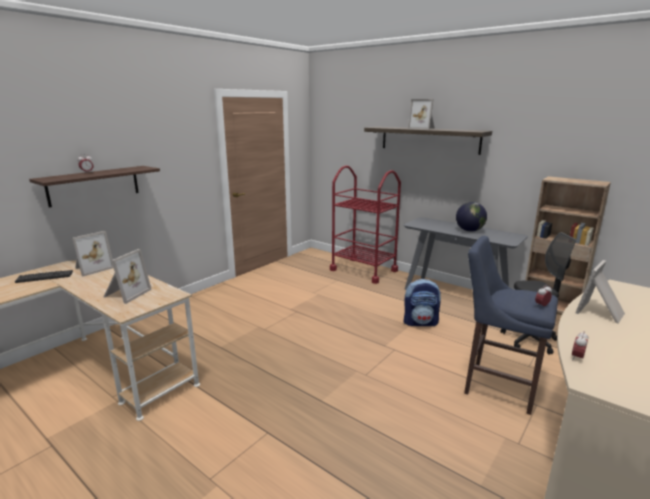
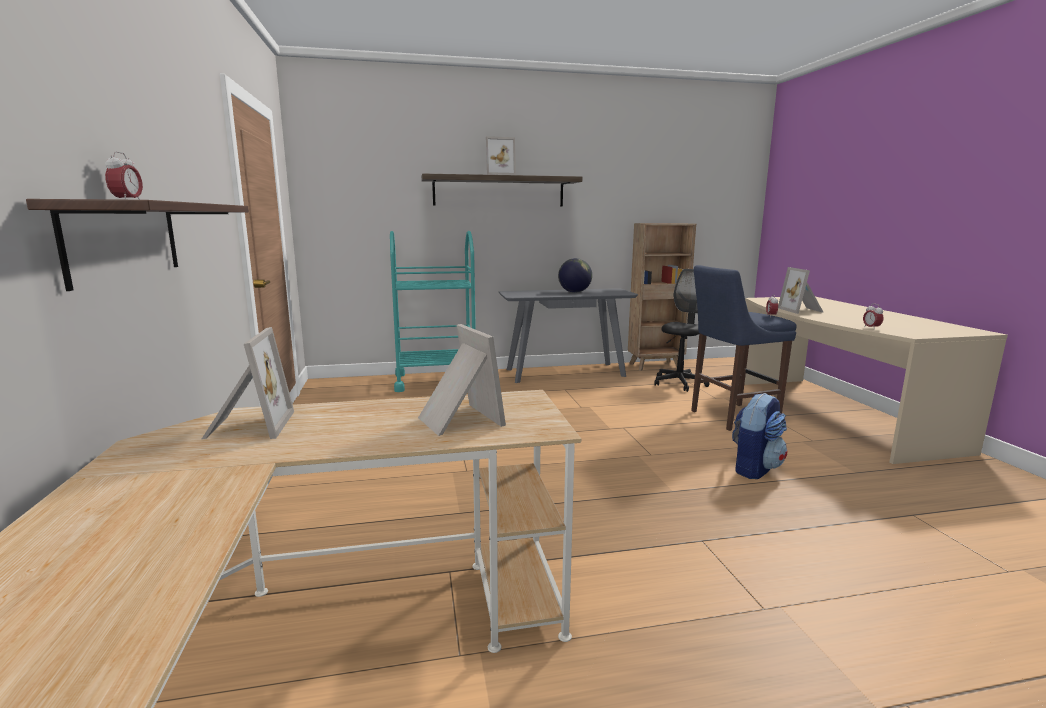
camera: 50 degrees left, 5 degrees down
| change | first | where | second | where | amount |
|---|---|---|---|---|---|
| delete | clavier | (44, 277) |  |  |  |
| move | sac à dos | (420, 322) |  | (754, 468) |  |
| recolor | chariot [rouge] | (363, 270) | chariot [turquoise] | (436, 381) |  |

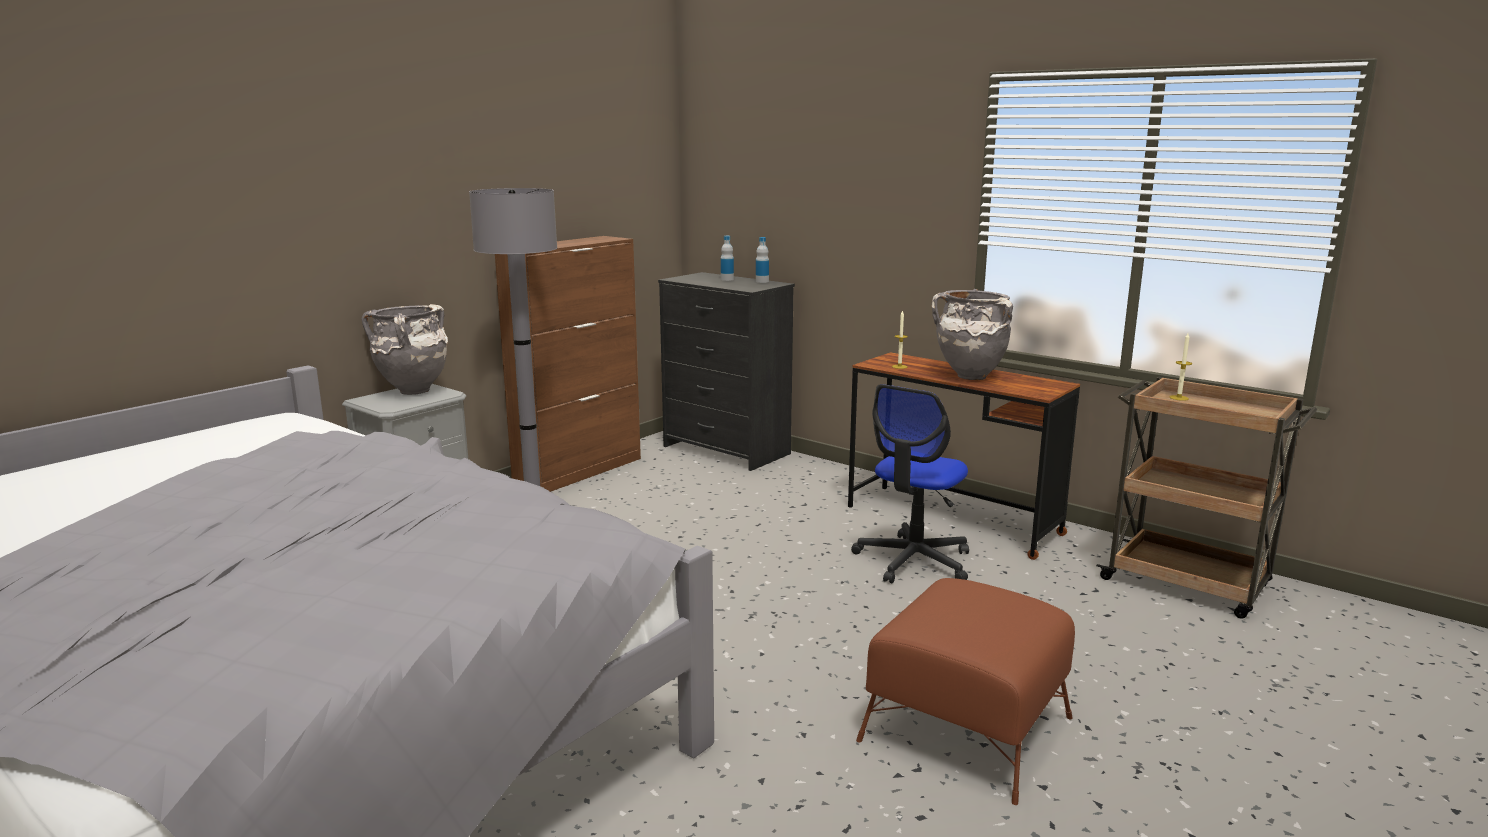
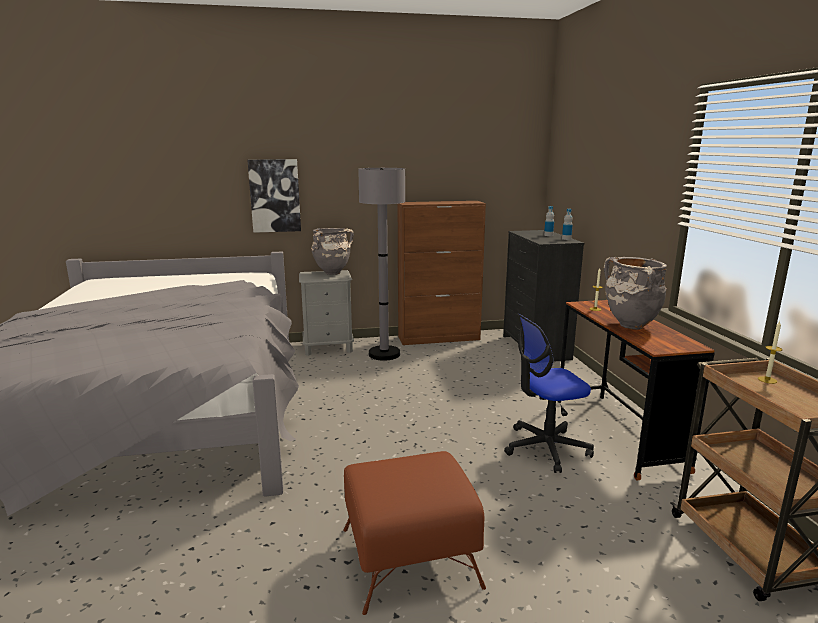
camera: 40 degrees right, 0 degrees up
| change | first | where | second | where | amount |
|---|---|---|---|---|---|
| insert |  |  | tableau | (275, 195) |  |

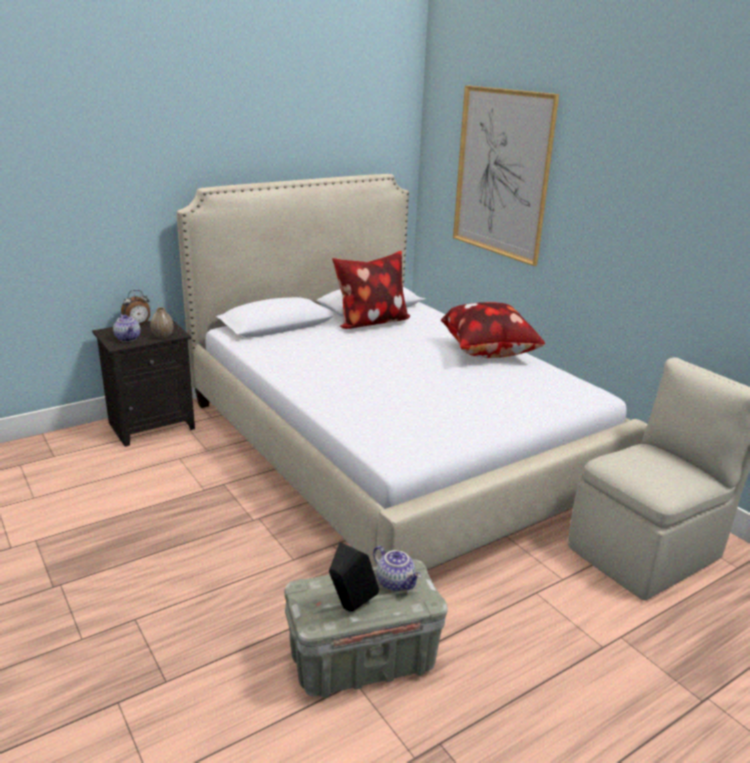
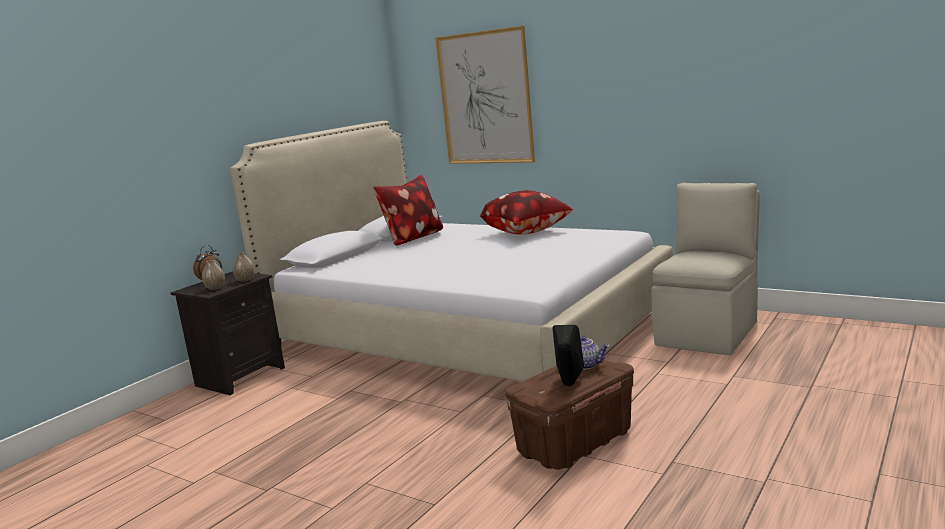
camera: 20 degrees left, 10 degrees down
| change | first | where | second | where | amount |
|---|---|---|---|---|---|
| replace | théière | (128, 338) | vase | (215, 288) |  |
| recolor | boîte de rangement [gris] | (363, 660) | boîte de rangement [marron] | (575, 442) |  |

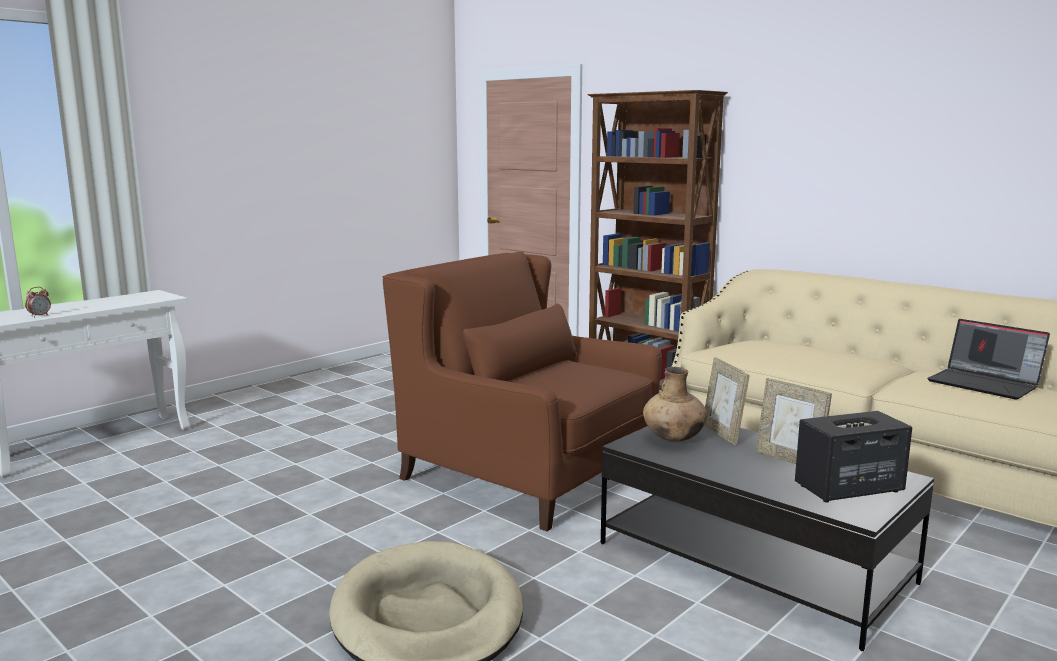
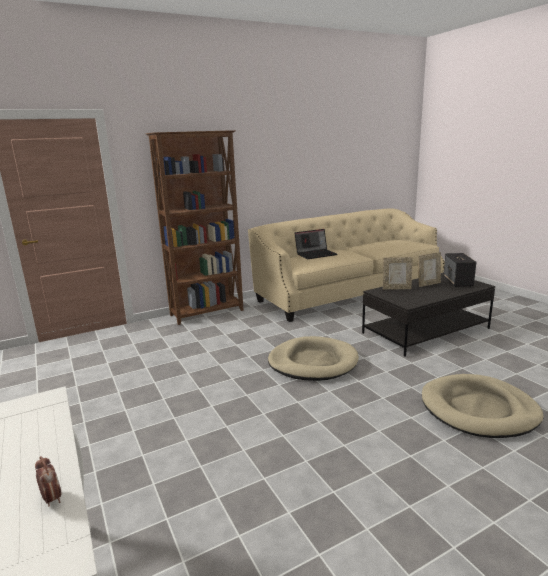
camera: 70 degrees left, 5 degrees up
| change | first | where | second | where | amount |
|---|---|---|---|---|---|
| delete | vase [marron] | (673, 438) |  |  |  |
| move | ordinateur portable | (985, 384) |  | (316, 254) |  |
| replace | fauteuil [marron] | (526, 473) | panier pour chien [beige] | (312, 362) |  |

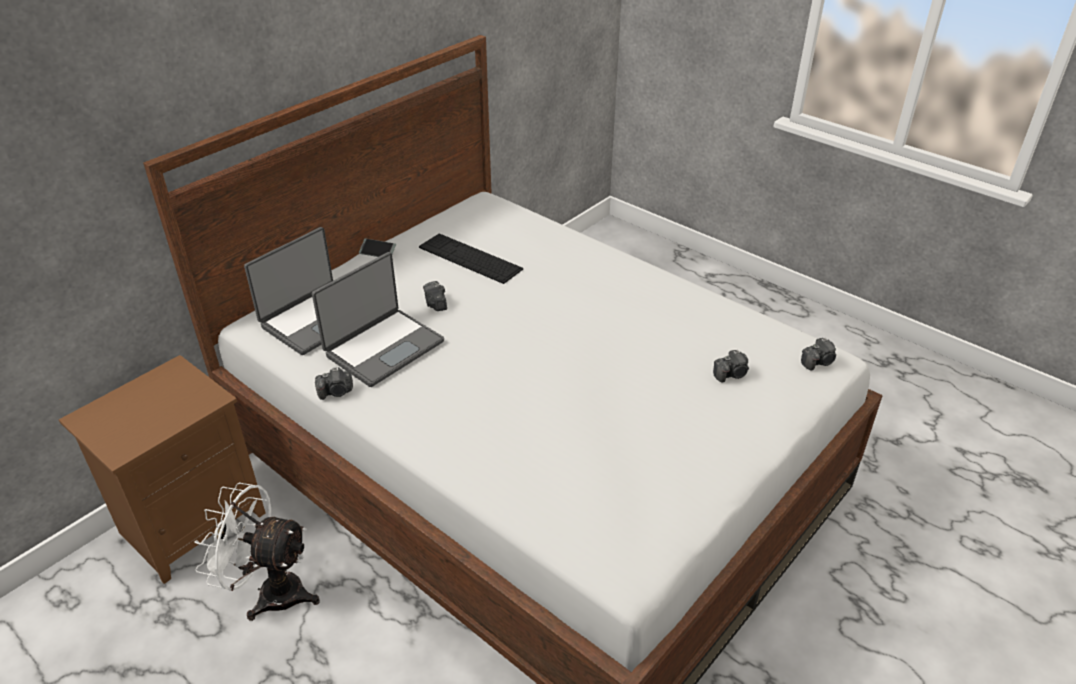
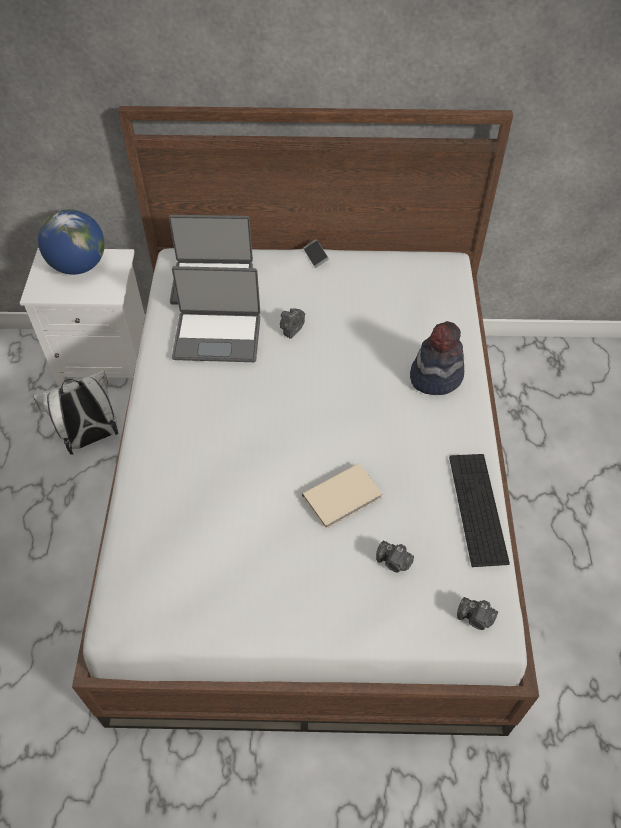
camera: 50 degrees right, 15 degrees up
| change | first | where | second | where | amount |
|---|---|---|---|---|---|
| delete | appareil photo | (336, 392) |  |  |  |
| insert |  |  | globe | (79, 266) |  |
| insert |  |  | livre [beige] | (343, 498) |  |
| insert |  |  | chapeau | (435, 376) |  |
| move | clavier | (470, 258) |  | (477, 508) |  |
| replace | ventilateur [blanc] | (270, 592) | sac à dos [blanc] | (91, 438) |  |
| recolor | table de chevet [marron] | (192, 521) | table de chevet [blanc] | (107, 359) |  |

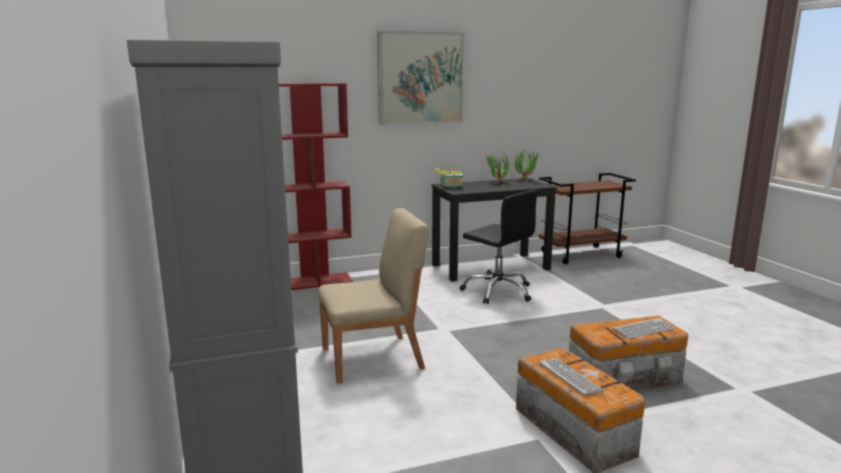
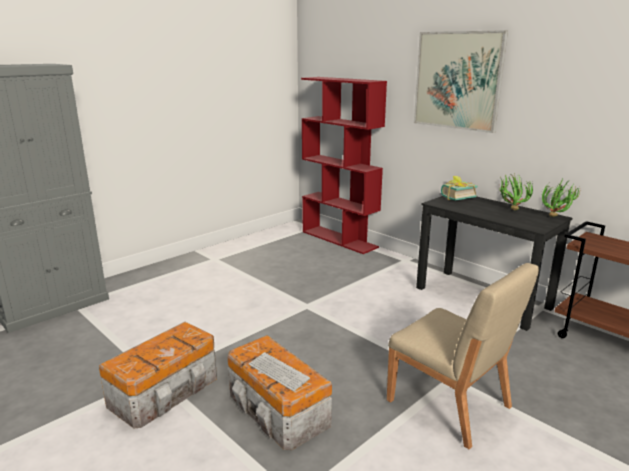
camera: 65 degrees right, 5 degrees up
| change | first | where | second | where | amount |
|---|---|---|---|---|---|
| delete | chaise de bureau [noir] | (498, 291) |  |  |  |
| delete | clavier | (570, 377) |  |  |  |
| move | chaise [beige] | (374, 358) |  | (449, 404) |  |

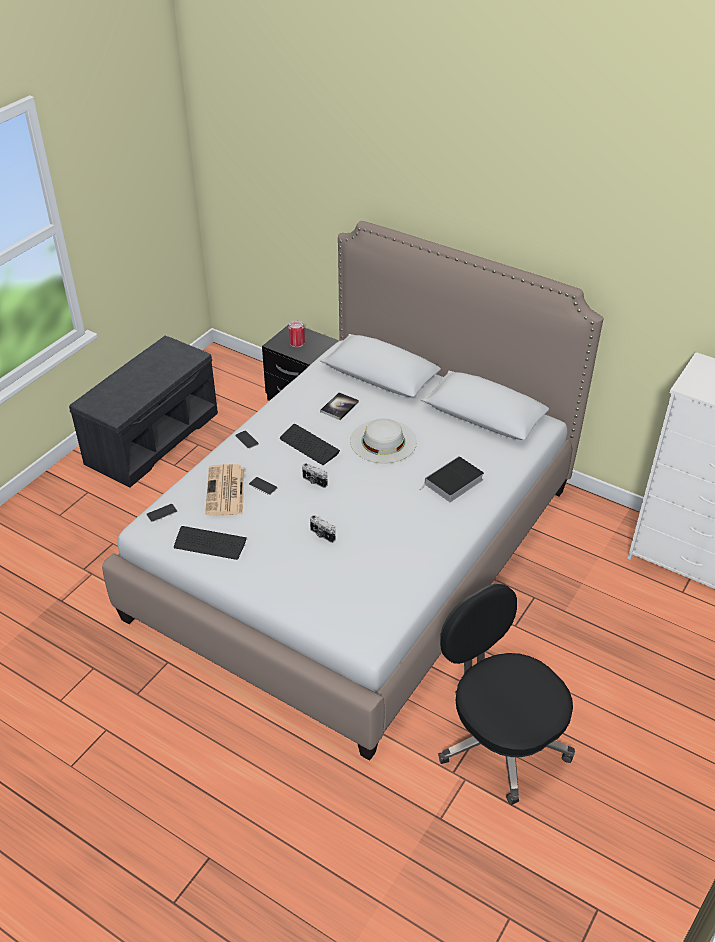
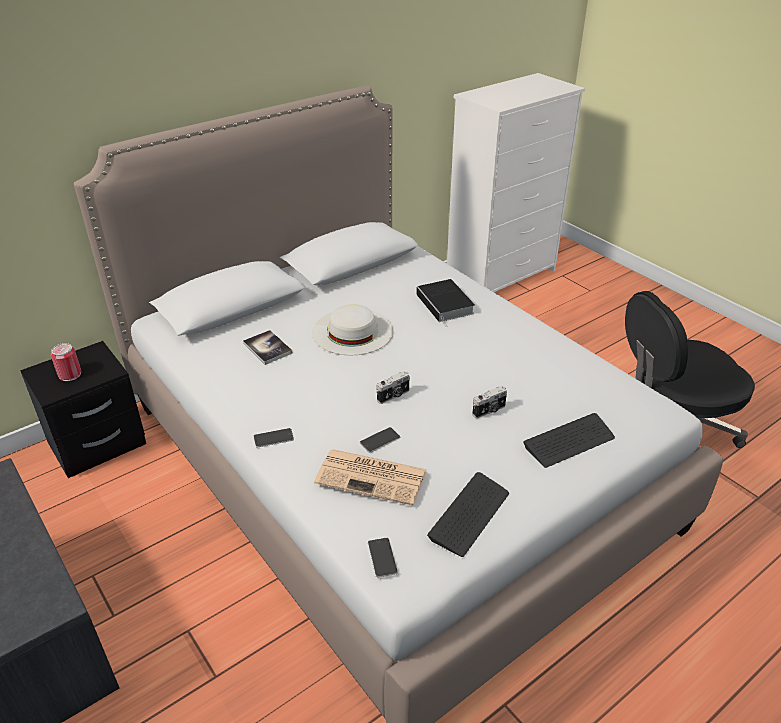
camera: 70 degrees left, 5 degrees down
| change | first | where | second | where | amount |
|---|---|---|---|---|---|
| move | clavier | (309, 445) |  | (569, 441) |  |

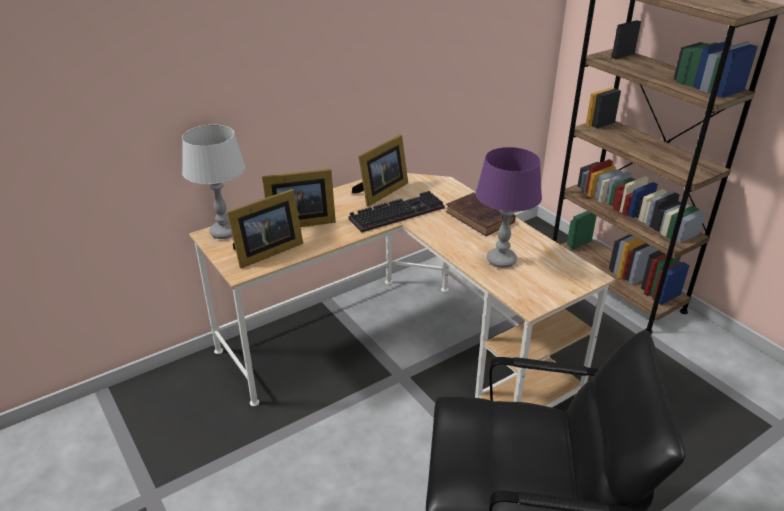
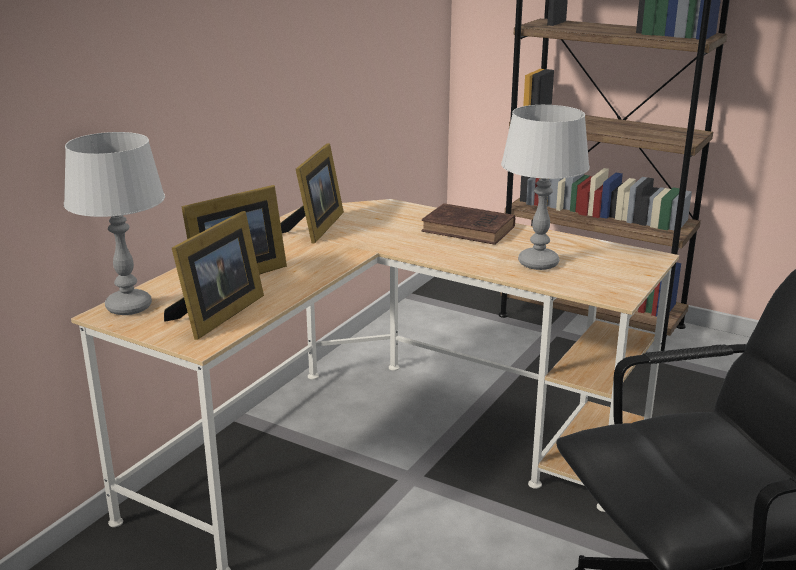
camera: 25 degrees left, 10 degrees down
| change | first | where | second | where | amount |
|---|---|---|---|---|---|
| delete | clavier | (397, 212) |  |  |  |
| recolor | lampe de table [violet] | (501, 260) | lampe de table [gris] | (538, 263) |  |

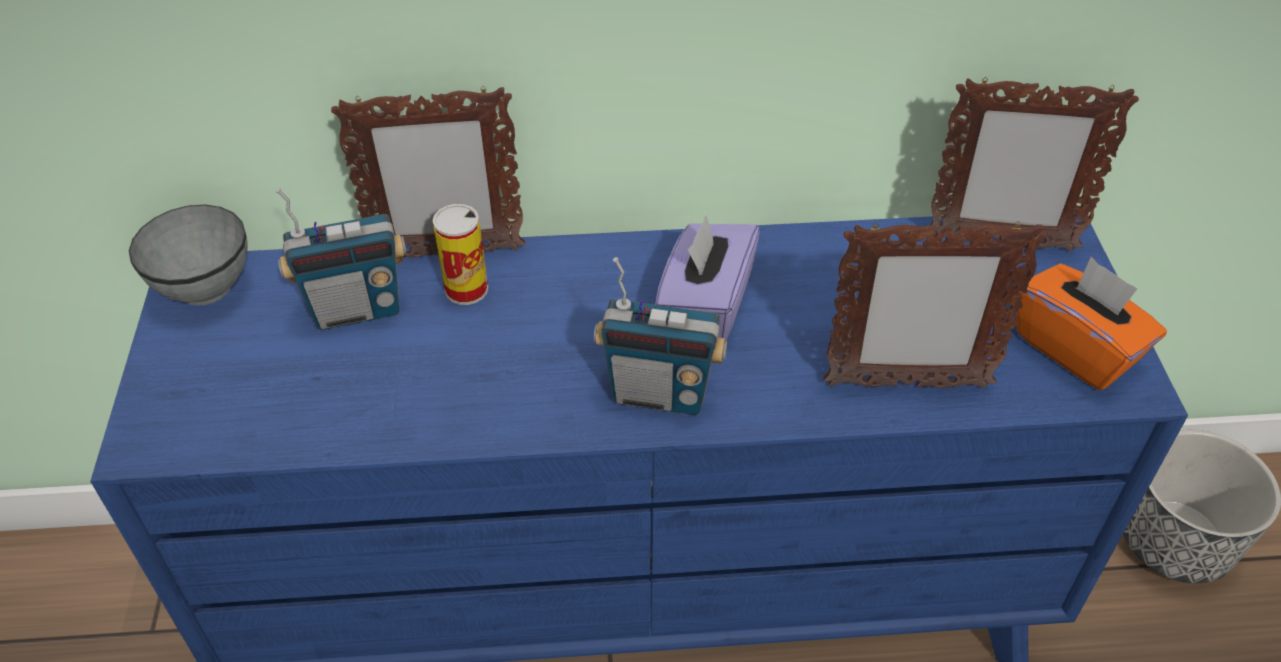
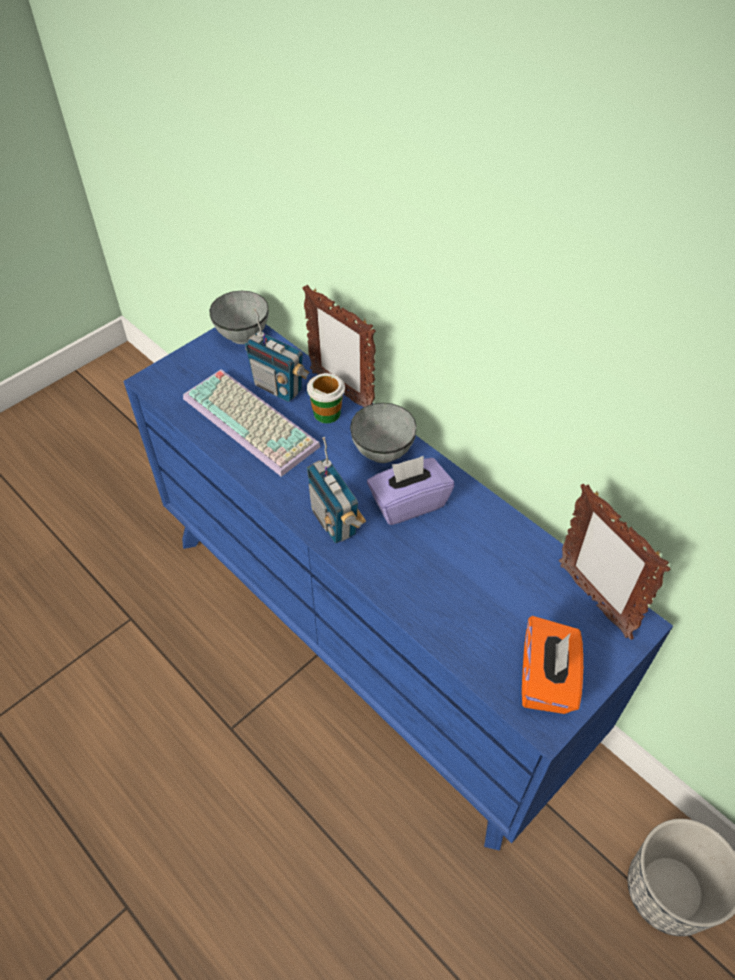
camera: 50 degrees right, 5 degrees up
| change | first | where | second | where | amount |
|---|---|---|---|---|---|
| delete | cadre photo | (905, 385) |  |  |  |
| insert |  |  | clavier | (253, 421) |  |
| insert |  |  | bol [gris] | (383, 452) |  |
| replace | boîte métallique | (466, 289) | tasse | (327, 413) |  |

